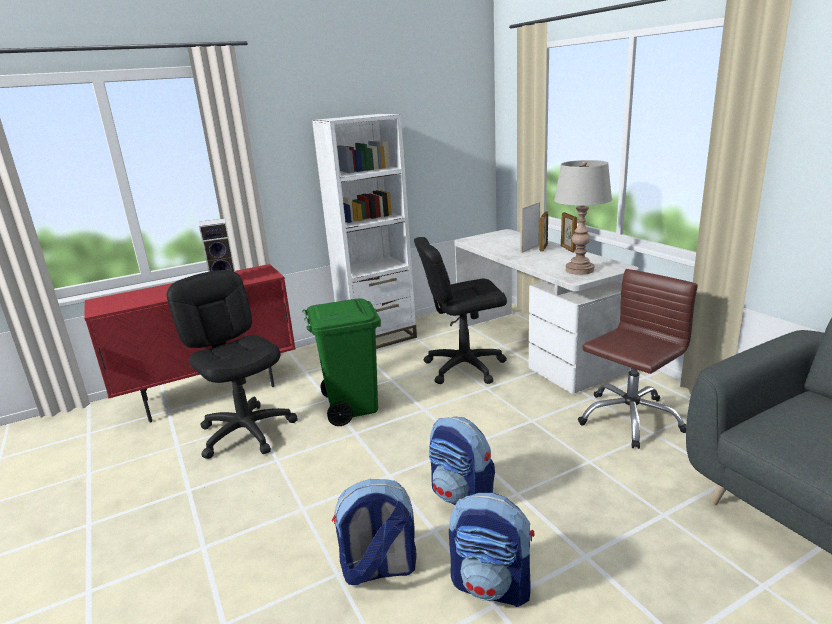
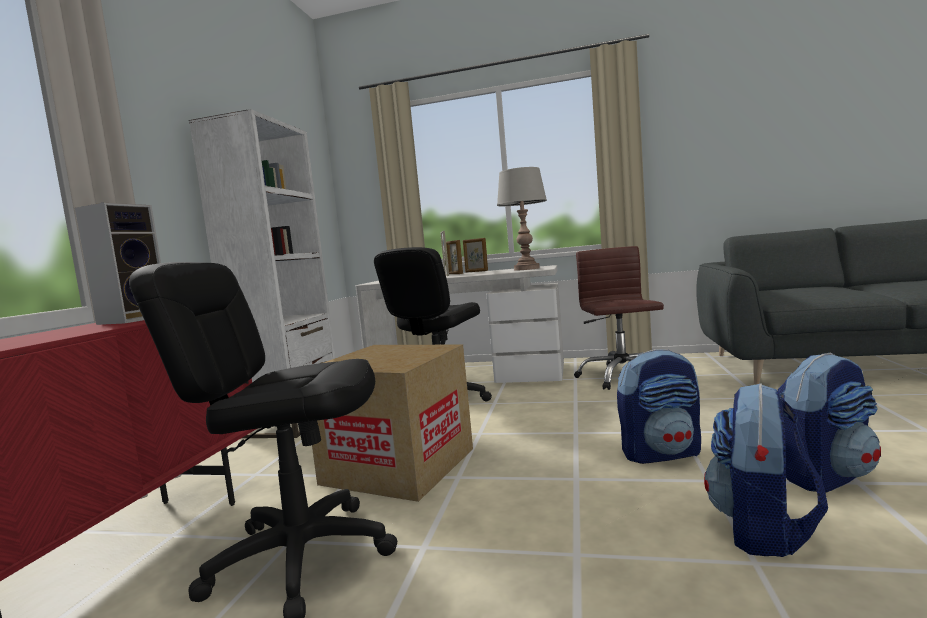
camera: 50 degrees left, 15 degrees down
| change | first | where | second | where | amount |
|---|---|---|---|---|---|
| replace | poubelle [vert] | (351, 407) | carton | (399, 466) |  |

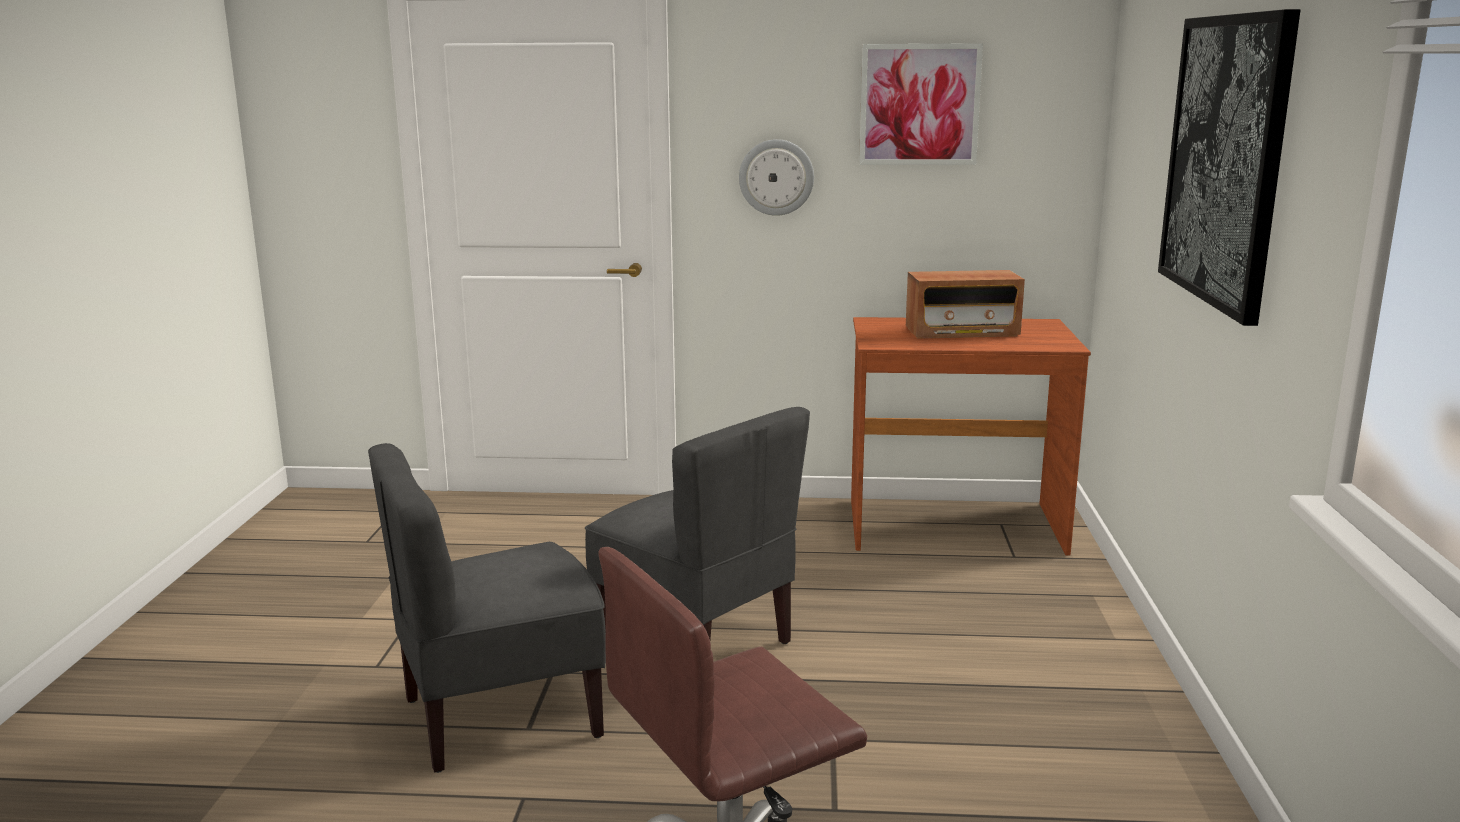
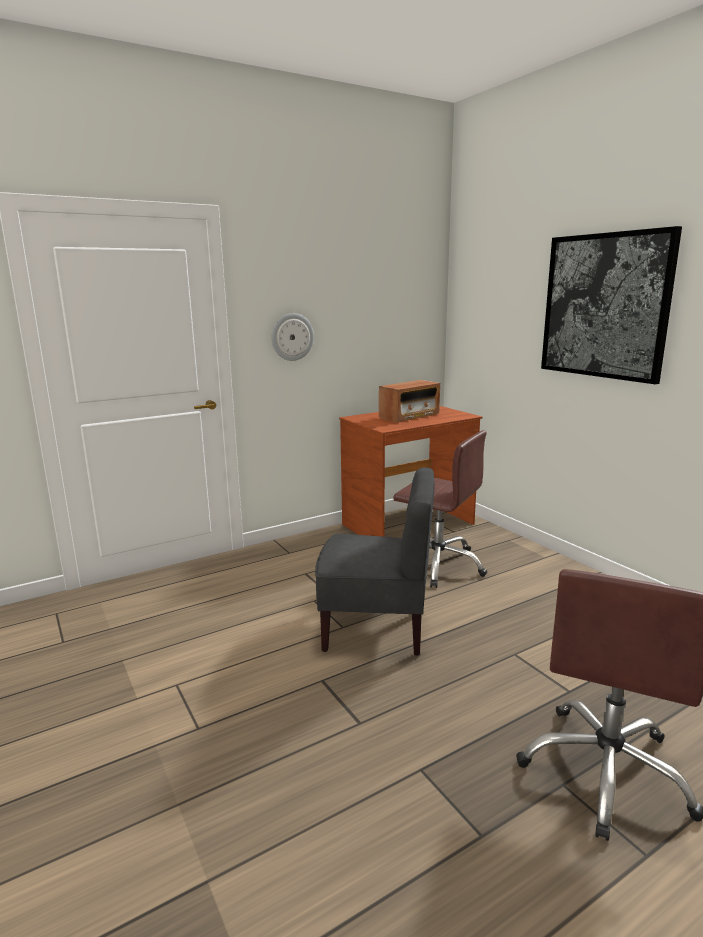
camera: 35 degrees left, 0 degrees up
| change | first | where | second | where | amount |
|---|---|---|---|---|---|
| delete | chaise [gris] | (500, 716) |  |  |  |
| delete | tableau | (919, 104) |  |  |  |
| insert |  |  | chaise de bureau [marron] | (438, 564) |  |

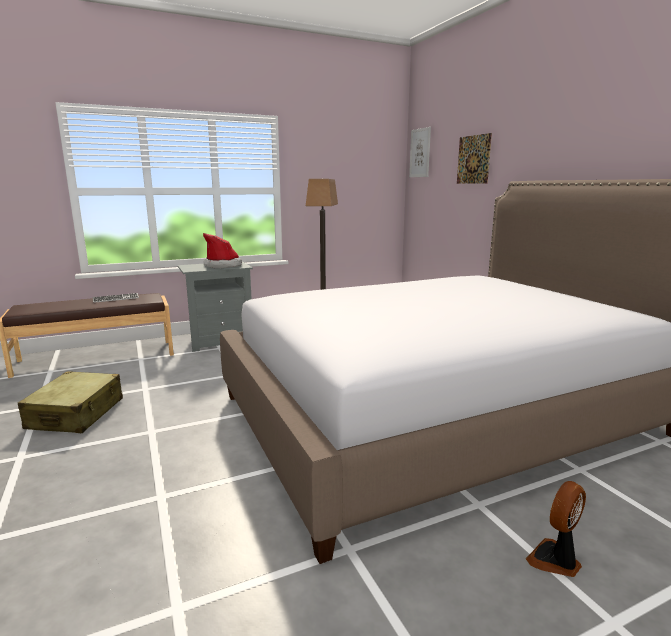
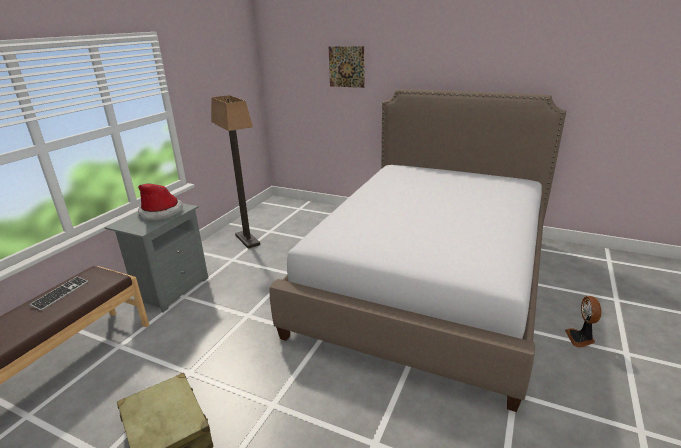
camera: 40 degrees left, 10 degrees up
| change | first | where | second | where | amount |
|---|---|---|---|---|---|
| delete | tableau | (420, 153) |  |  |  |

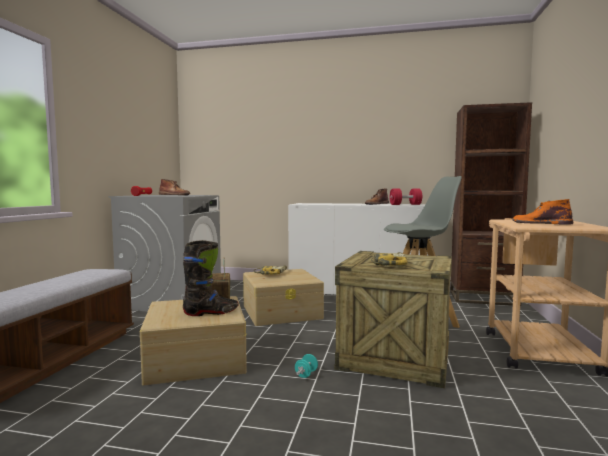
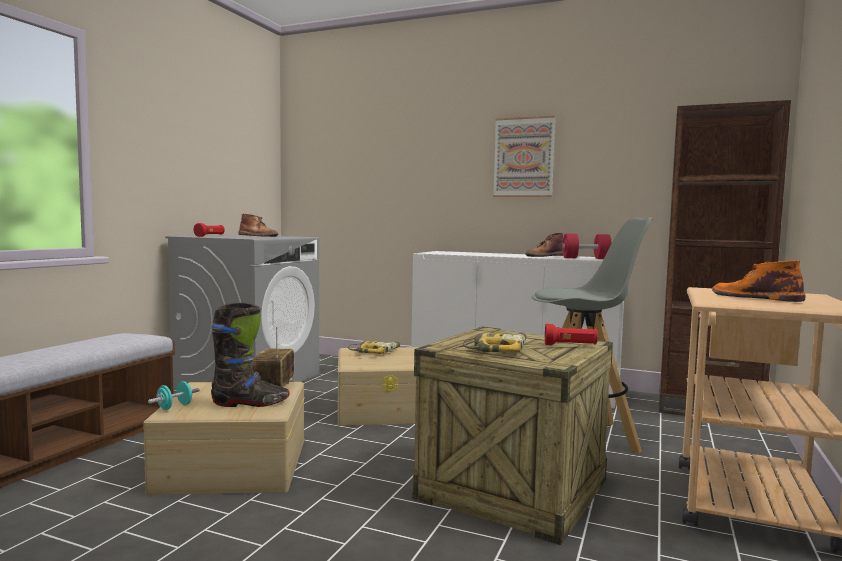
camera: 10 degrees right, 0 degrees up
| change | first | where | second | where | amount |
|---|---|---|---|---|---|
| insert |  |  | tableau | (524, 157) |  |
| insert |  |  | lampe de poche [rouge] | (570, 345) |  |
| move | haltère [turquoise] | (306, 374) |  | (174, 407) |  |

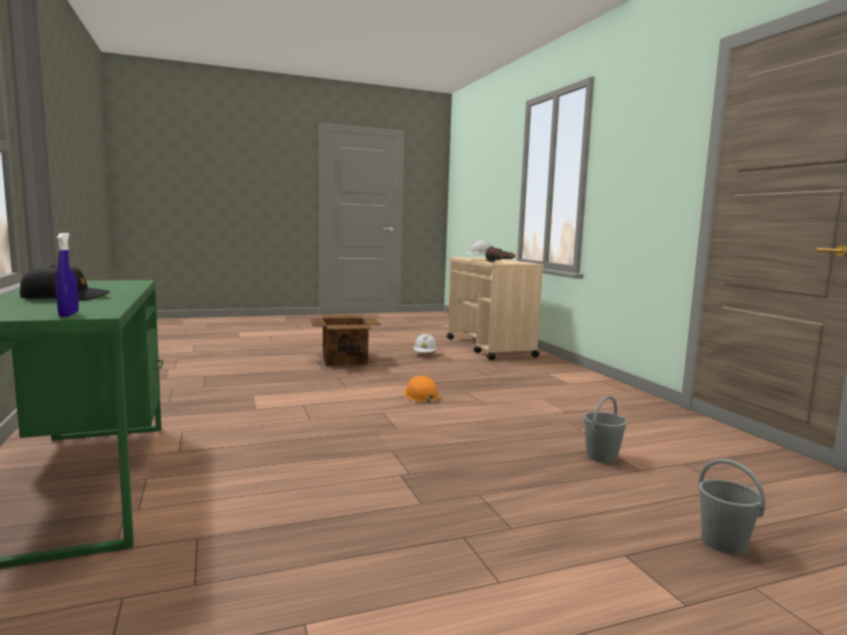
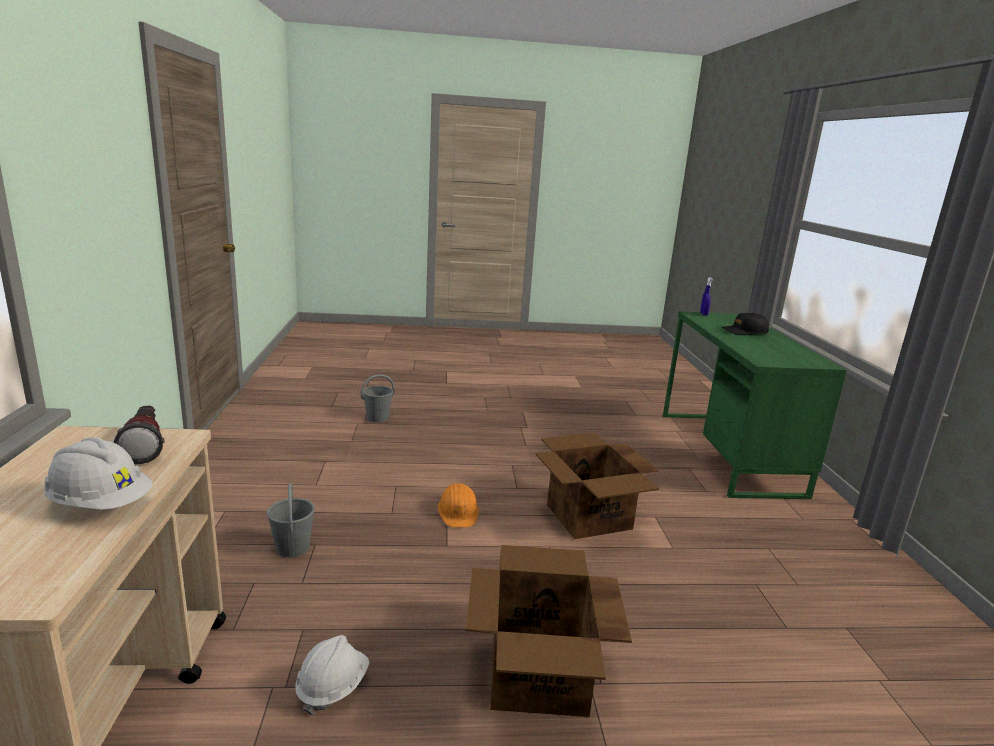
camera: 165 degrees left, 10 degrees up
| change | first | where | second | where | amount |
|---|---|---|---|---|---|
| insert |  |  | carton | (589, 517) |  |
| move | seau [gris] | (724, 543) |  | (293, 547) |  |

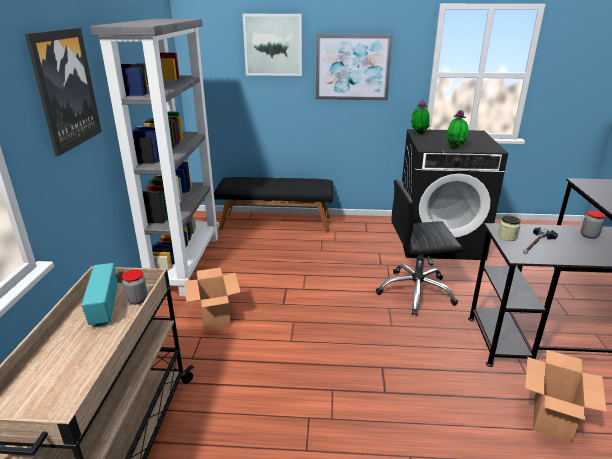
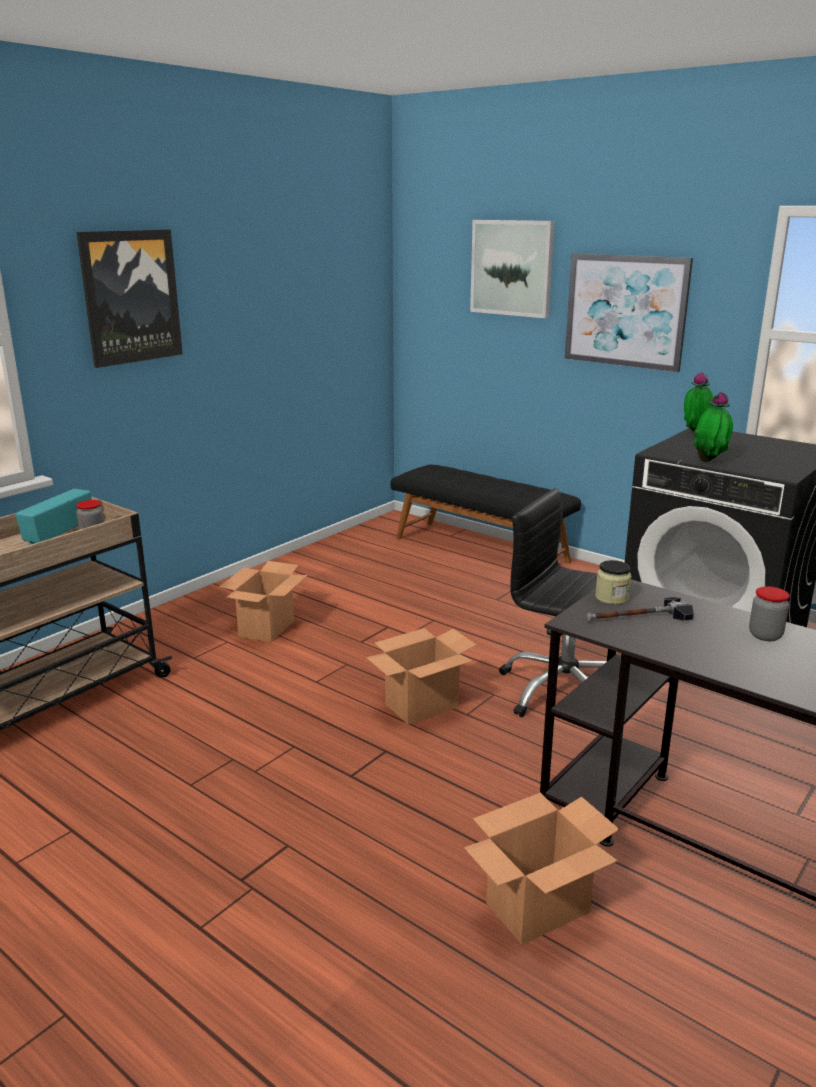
camera: 35 degrees right, 5 degrees down
| change | first | where | second | where | amount |
|---|---|---|---|---|---|
| delete | bibliothèque [gris] | (185, 262) |  |  |  |
| insert |  |  | carton | (421, 706) |  |

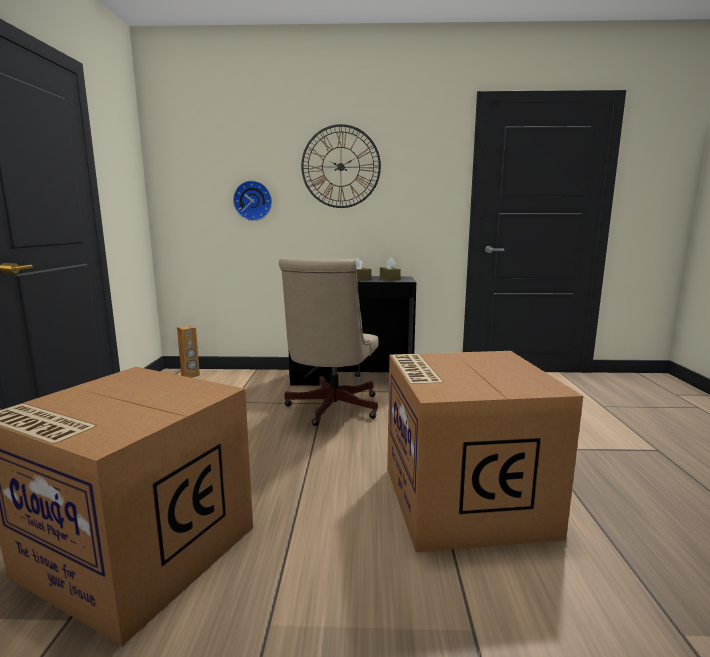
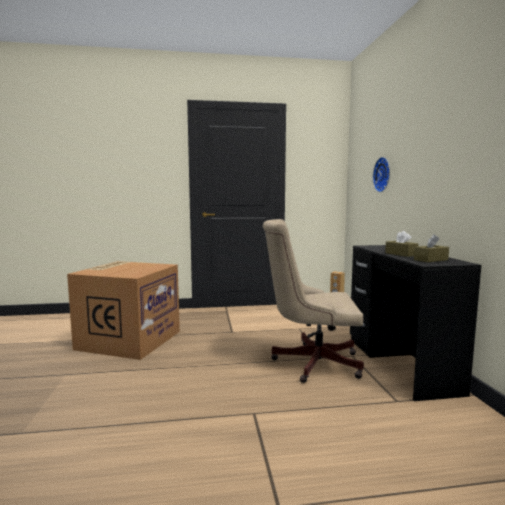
camera: 80 degrees right, 5 degrees down
| change | first | where | second | where | amount |
|---|---|---|---|---|---|
| delete | horloge murale | (340, 167) |  |  |  |
| delete | carton | (462, 499) |  |  |  |

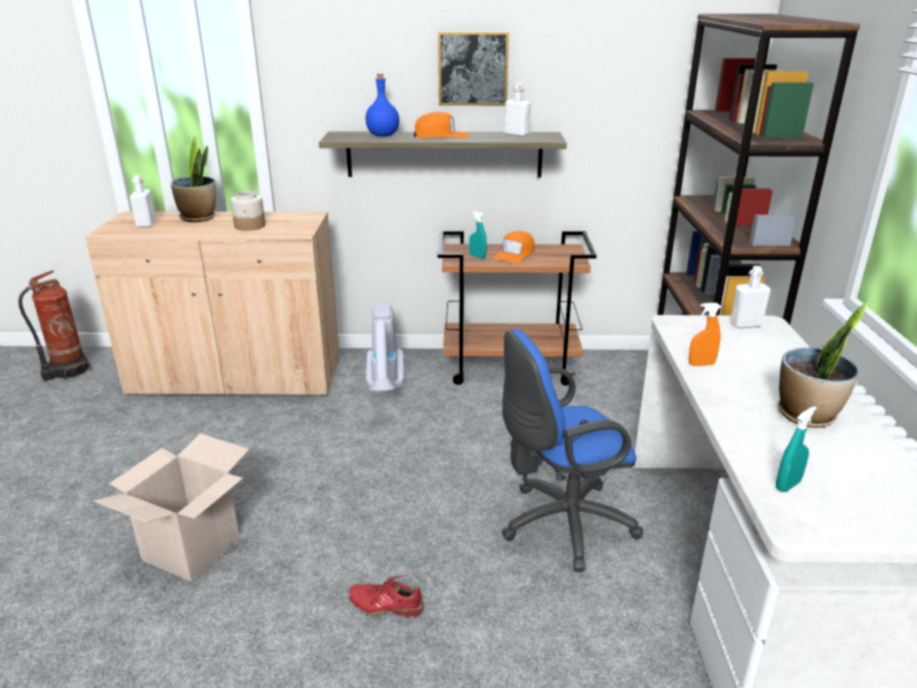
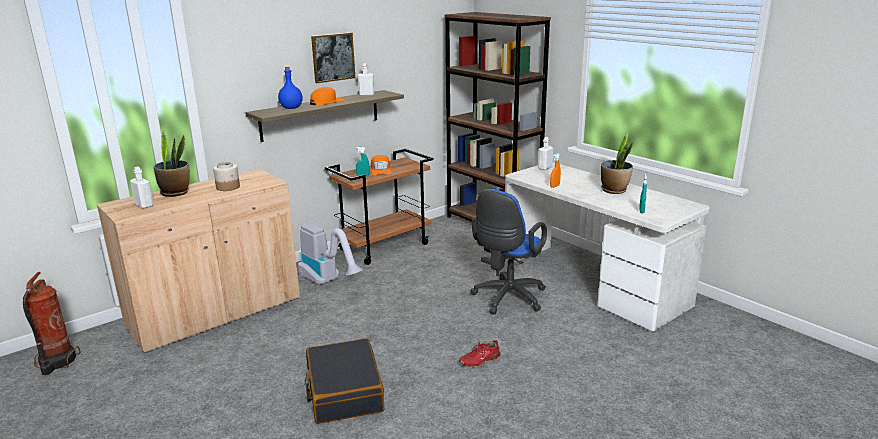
camera: 40 degrees left, 5 degrees down
| change | first | where | second | where | amount |
|---|---|---|---|---|---|
| replace | carton | (191, 548) | valise [noir] | (344, 392) |  |

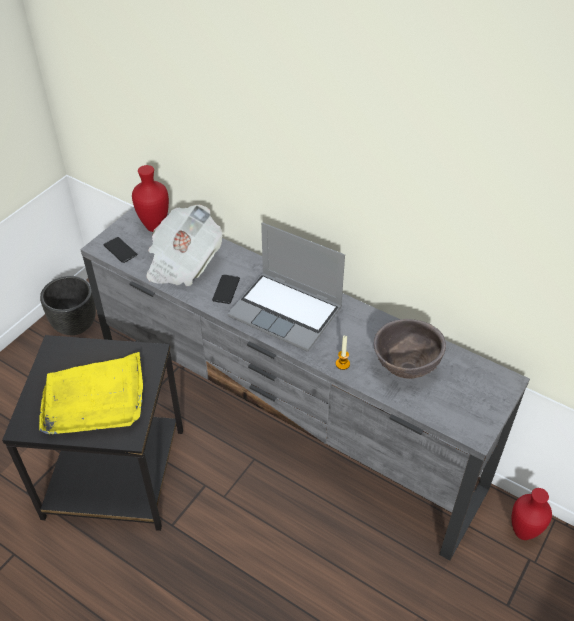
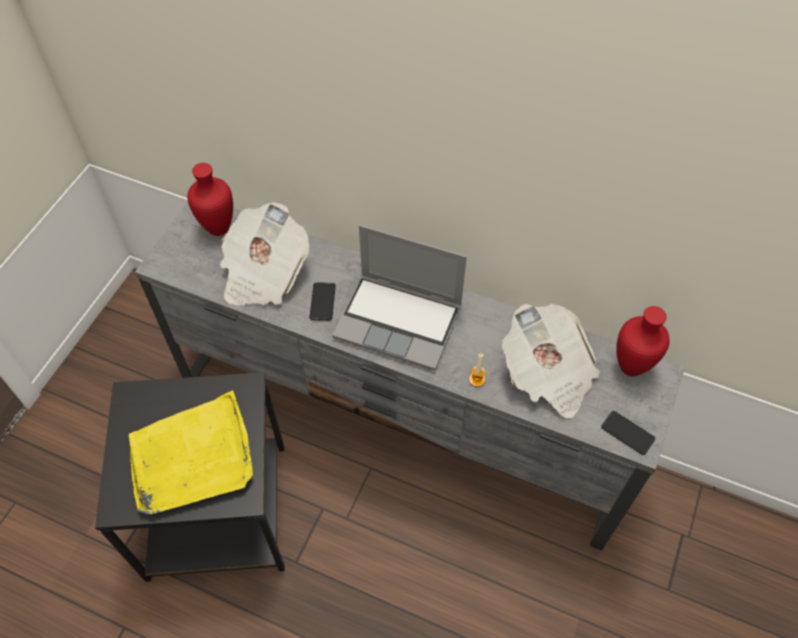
camera: 10 degrees left, 10 degrees up
| change | first | where | second | where | amount |
|---|---|---|---|---|---|
| delete | cache-pot [noir] | (75, 324) |  |  |  |
| move | téléphone | (120, 250) |  | (627, 433) |  |
| move | vase [rouge] | (524, 532) |  | (632, 366) |  |
| replace | bol [marron] | (405, 368) | journal | (547, 374) |  |

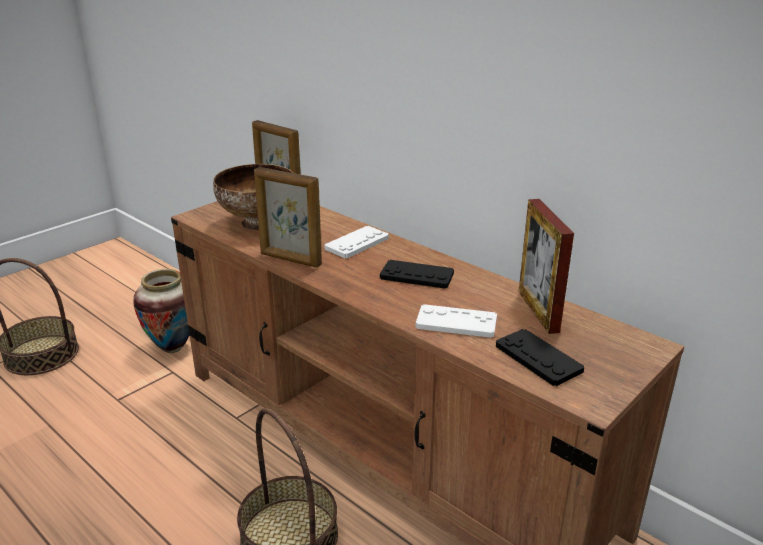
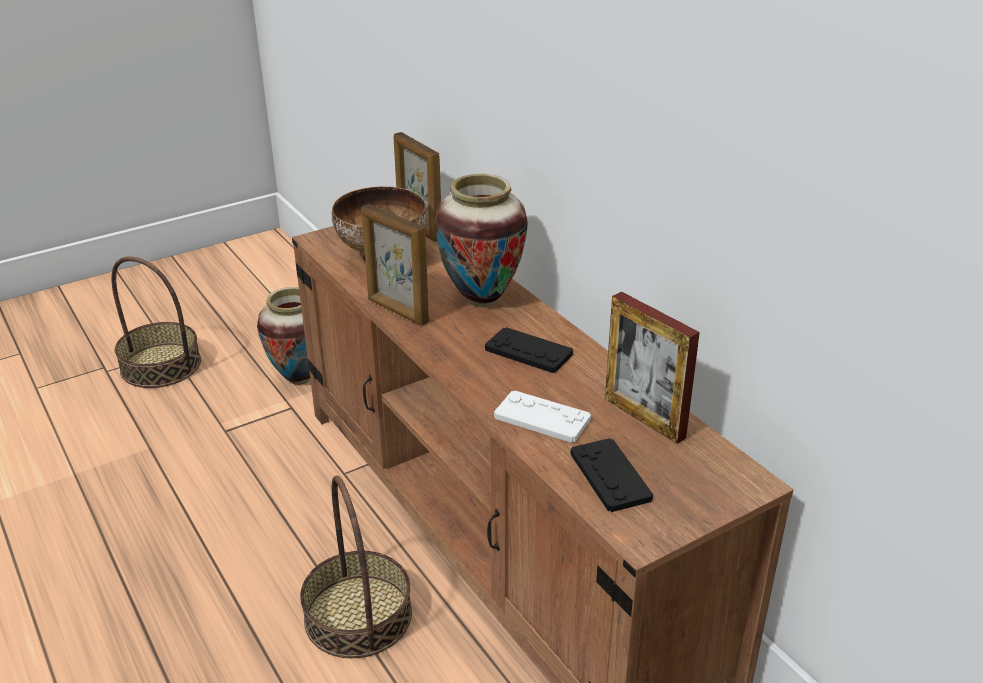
camera: 15 degrees right, 5 degrees up
| change | first | where | second | where | amount |
|---|---|---|---|---|---|
| replace | manette [blanc] | (357, 243) | vase | (481, 299) |  |
| rotate | cadre photo | (538, 311) |  | (644, 418) | 45 degrees counterclockwise |

